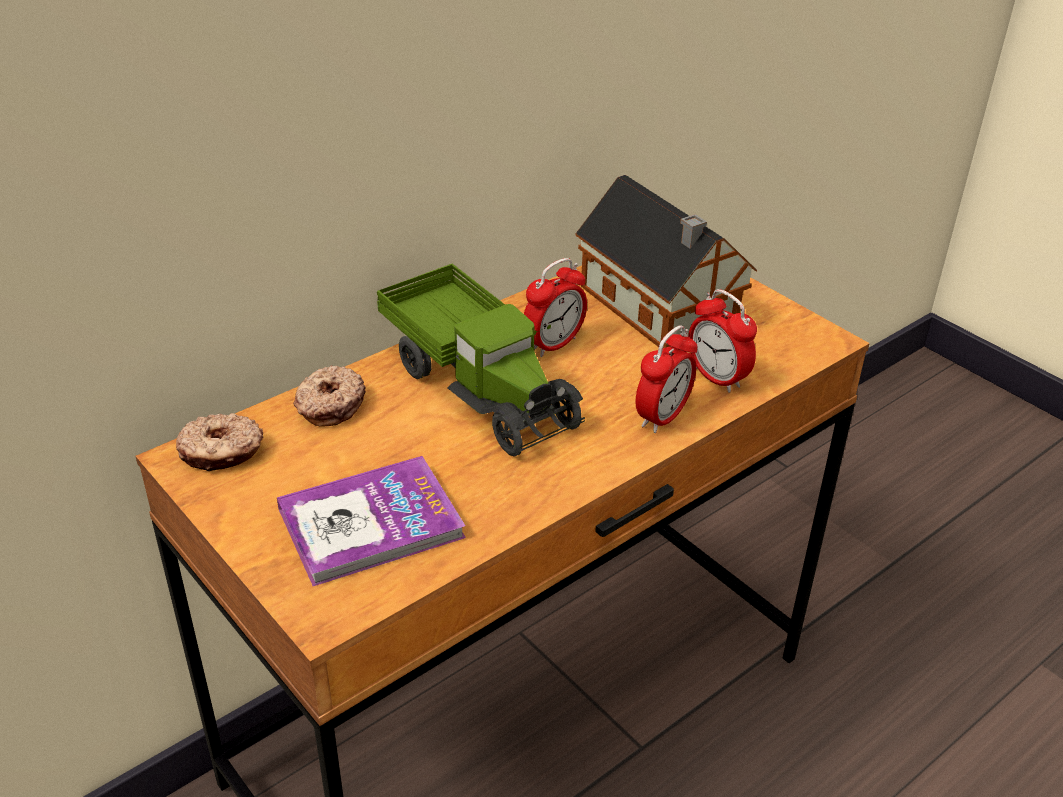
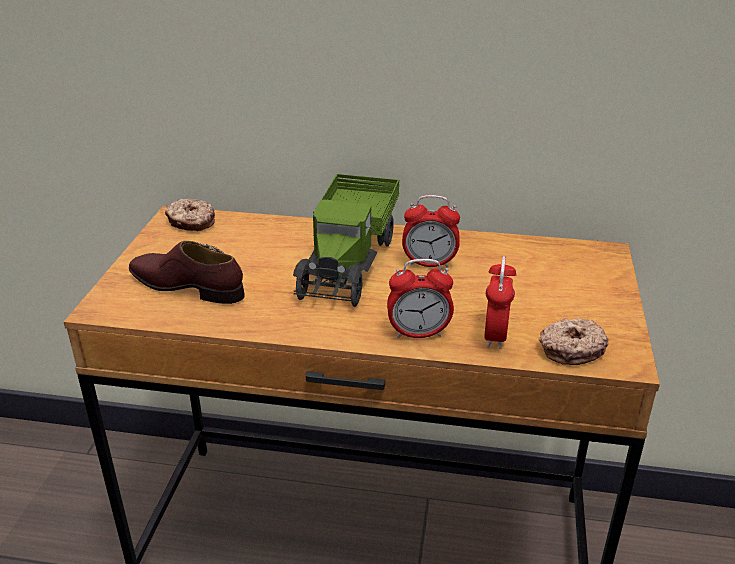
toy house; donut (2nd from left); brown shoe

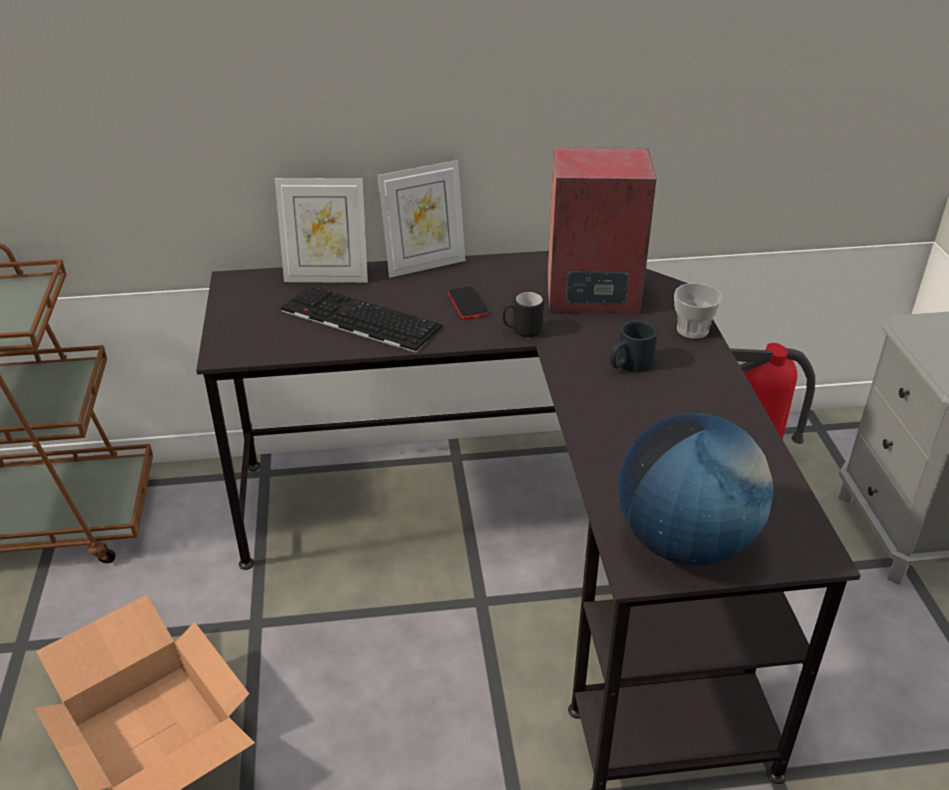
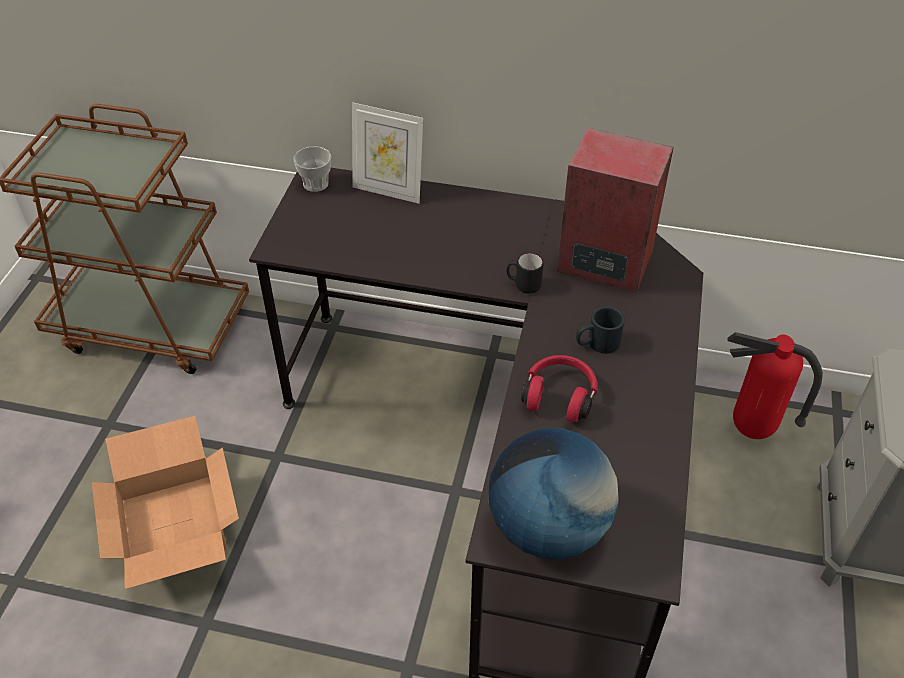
keyboard; picture frame (2nd from left in the first image); phone; red headphones; cup

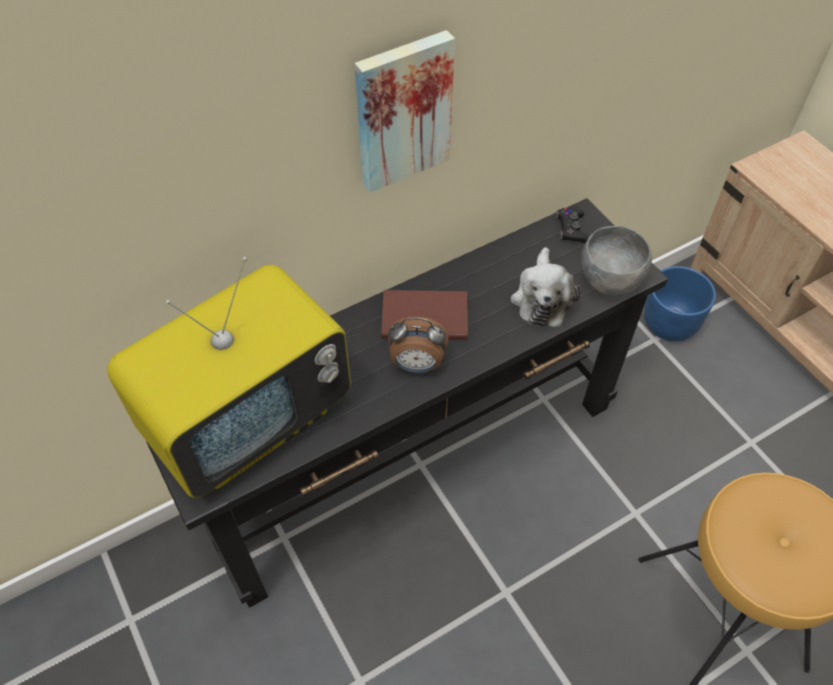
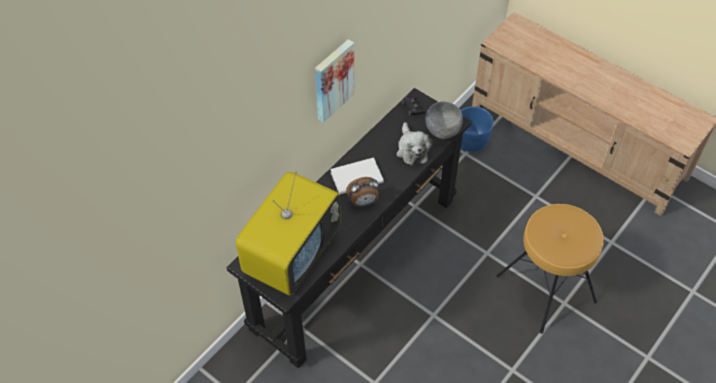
white book

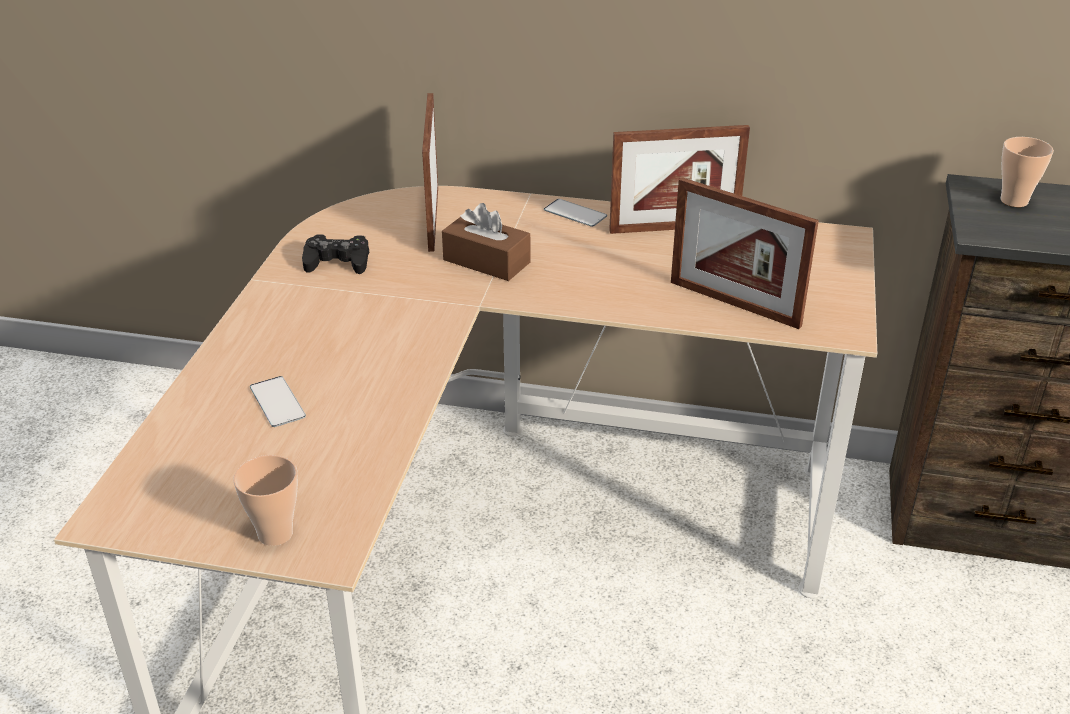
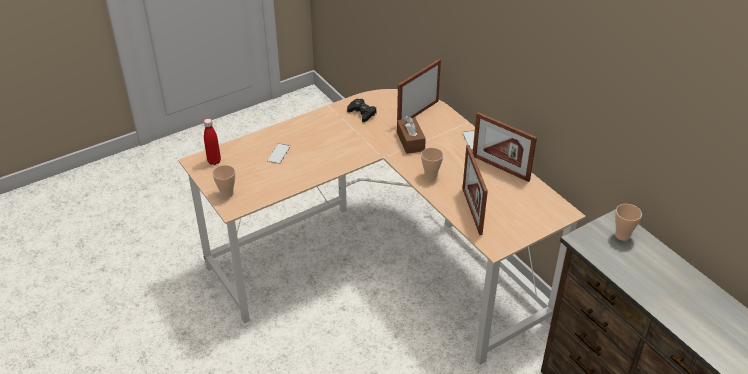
red bottle; cup (2nd from left)

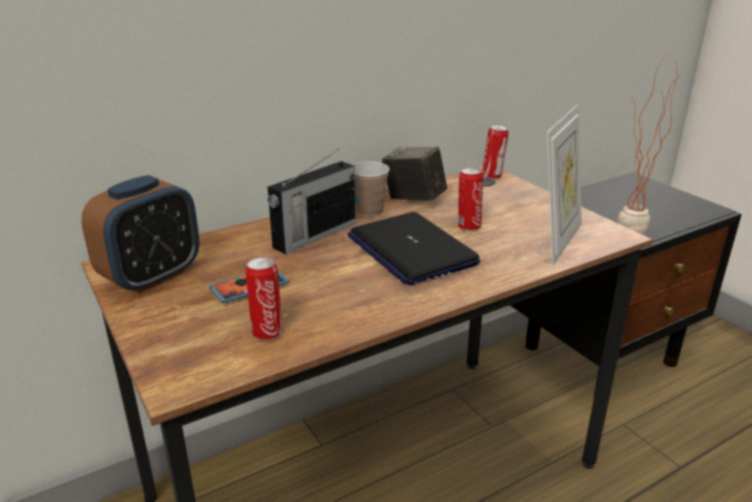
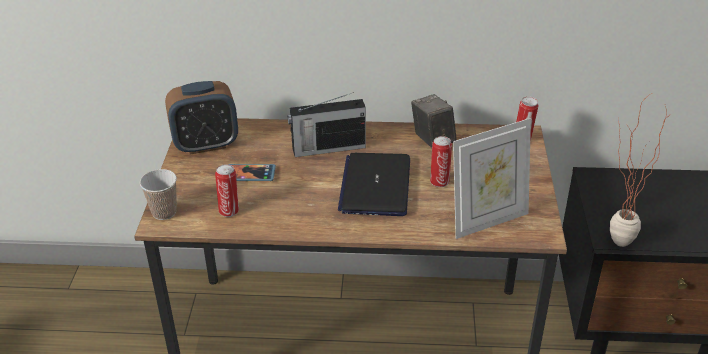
cup

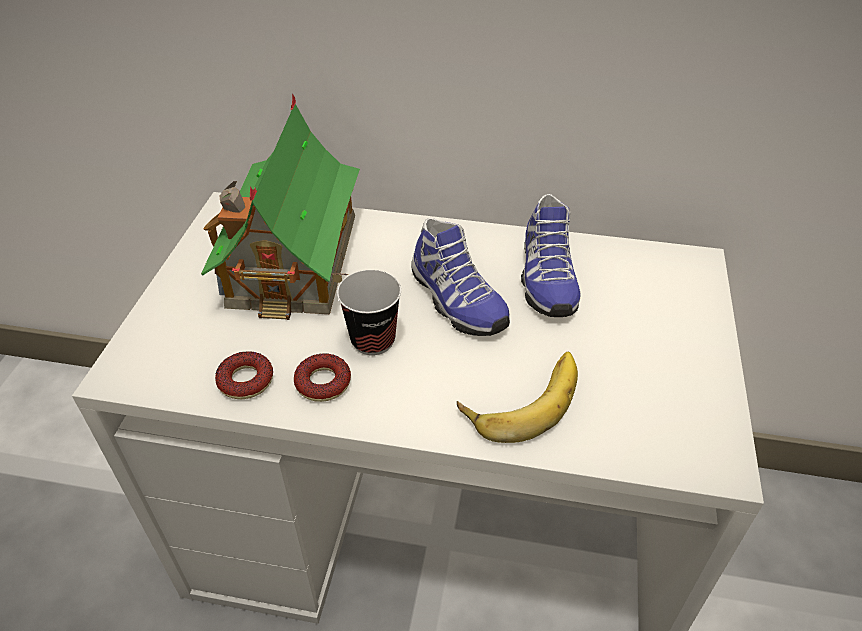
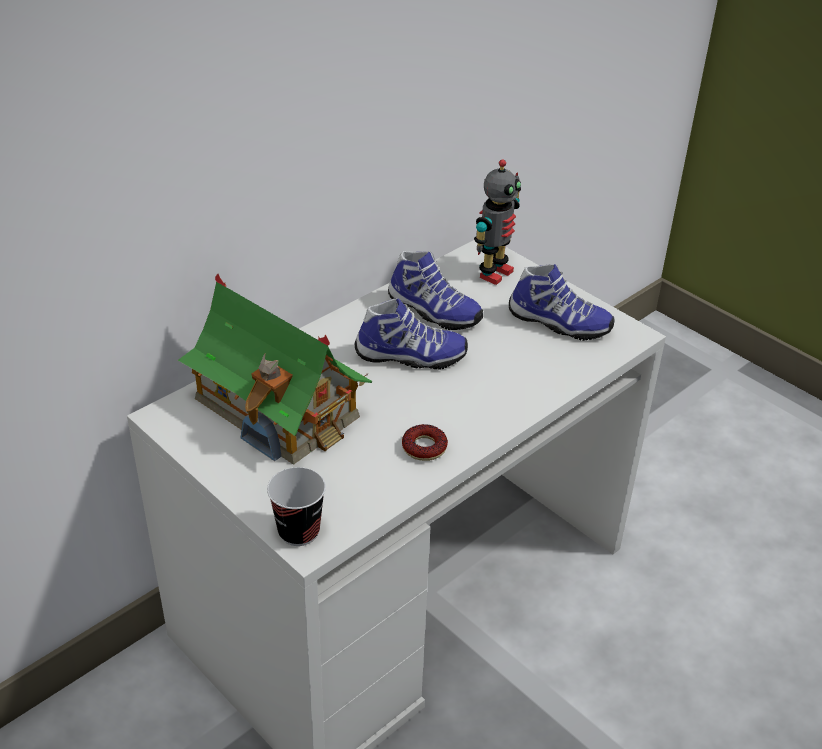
donut (1st from left in the first image); banana; toy robot; shoe (3rd from left); cup

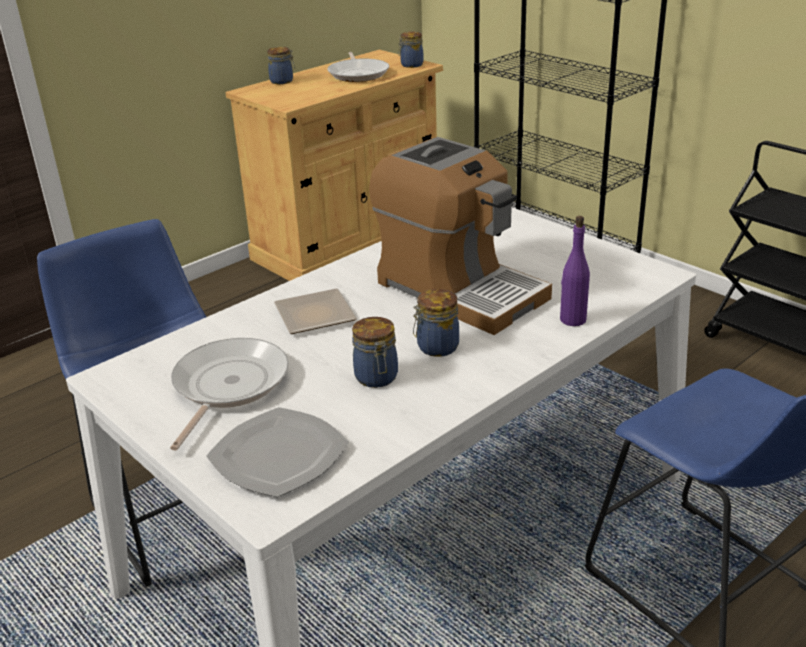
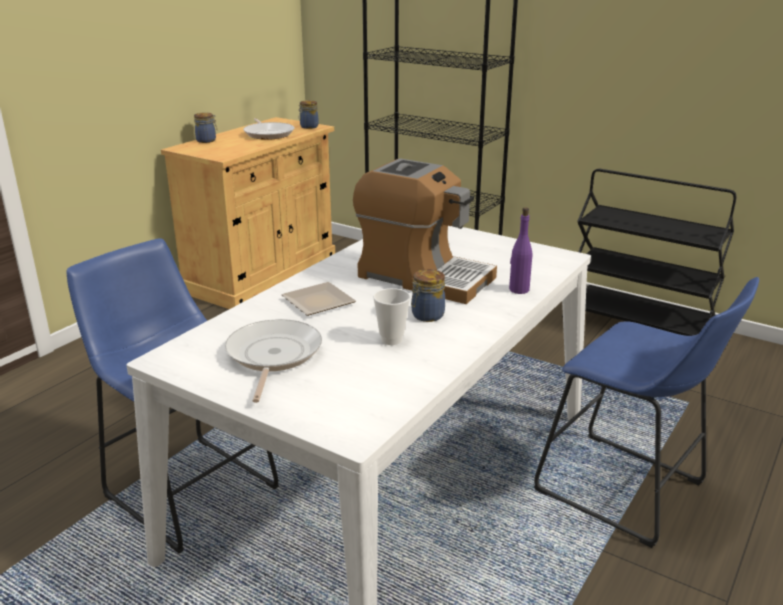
plate (1st from left in the first image); cup

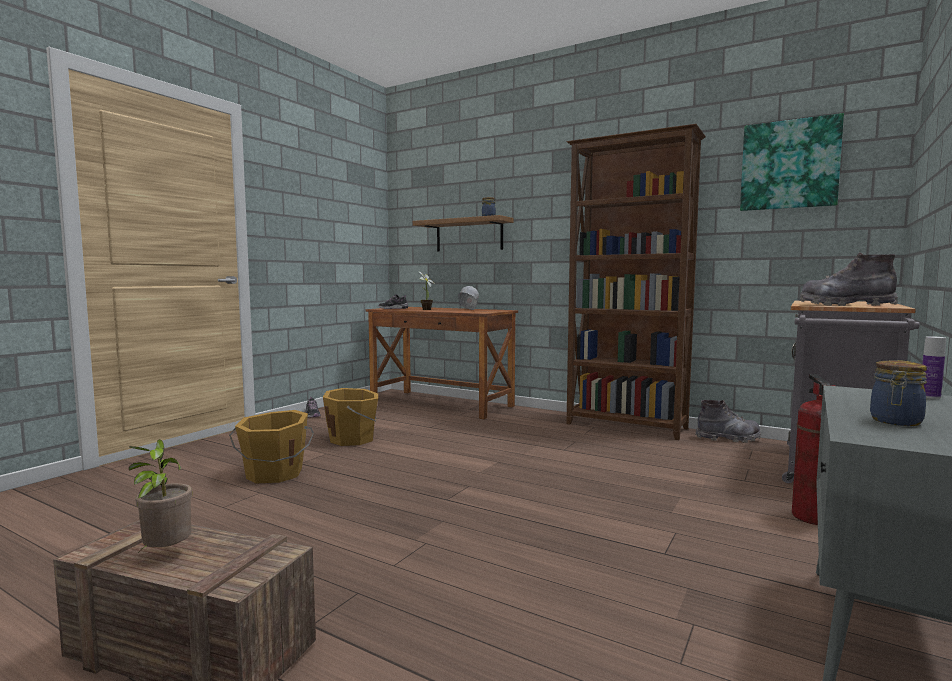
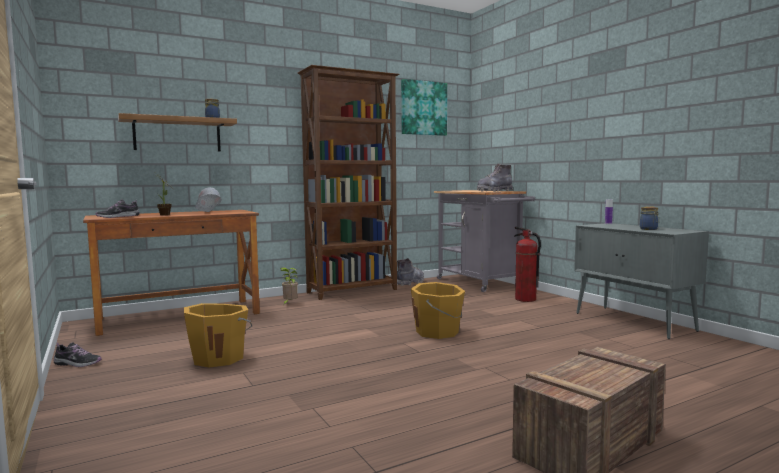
potted plant (2nd from left); orange bucket (2nd from left)

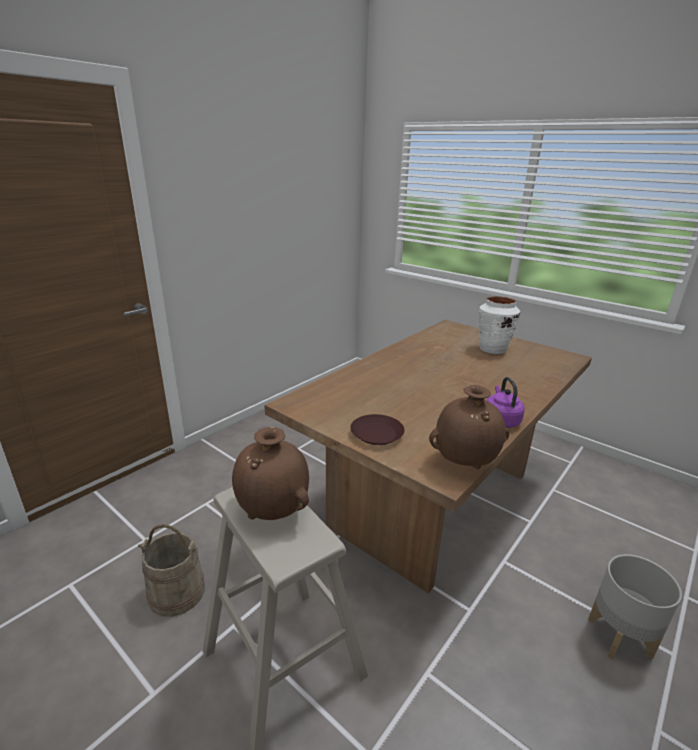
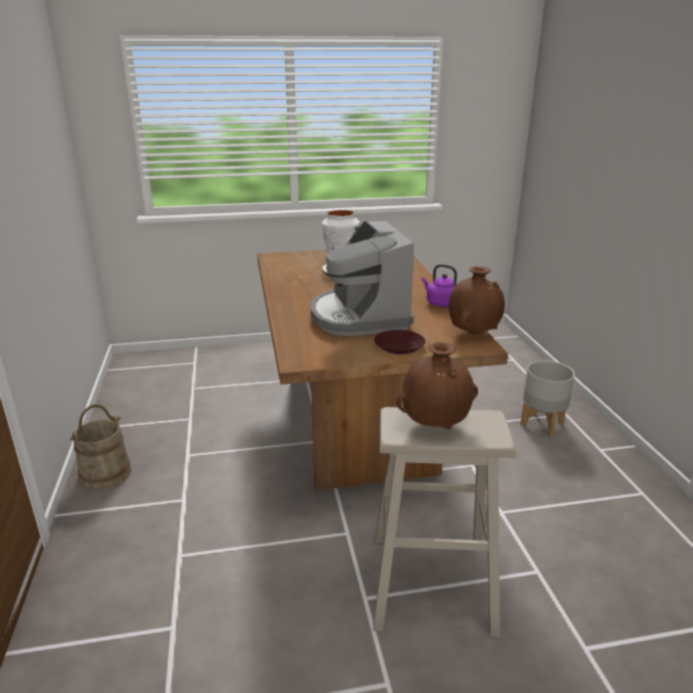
coffee machine; beige bucket

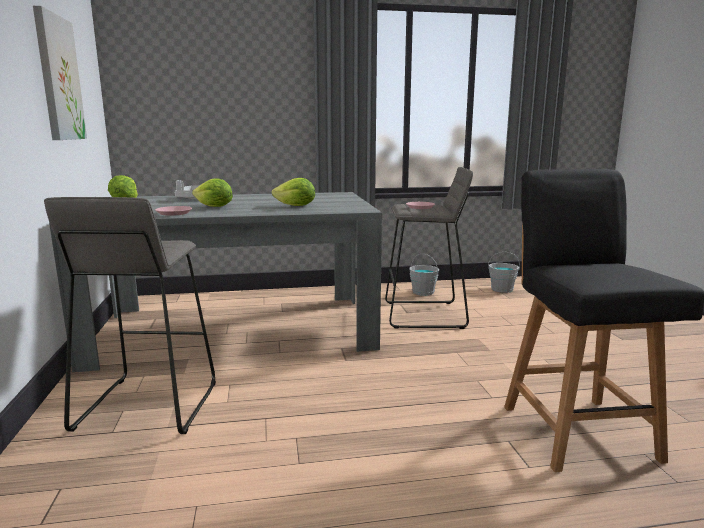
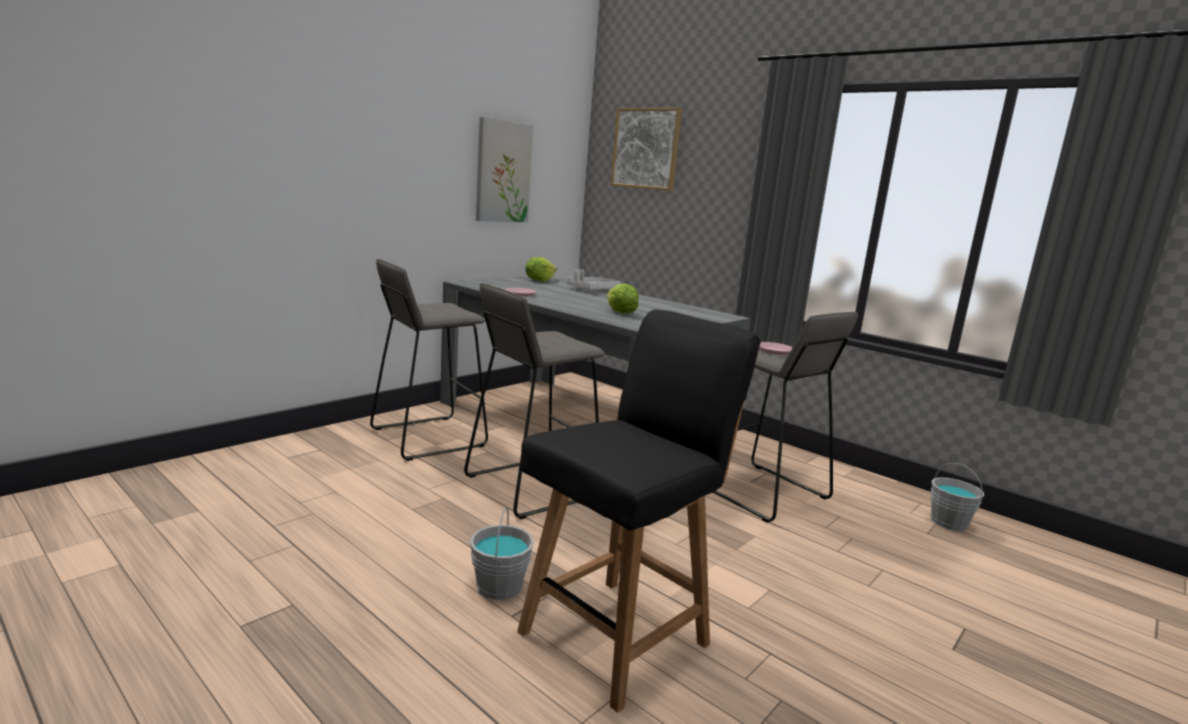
lettuce (2nd from left in the first image); grey stool (2nd from left); picture (2nd from left); grey bucket (1st from left)

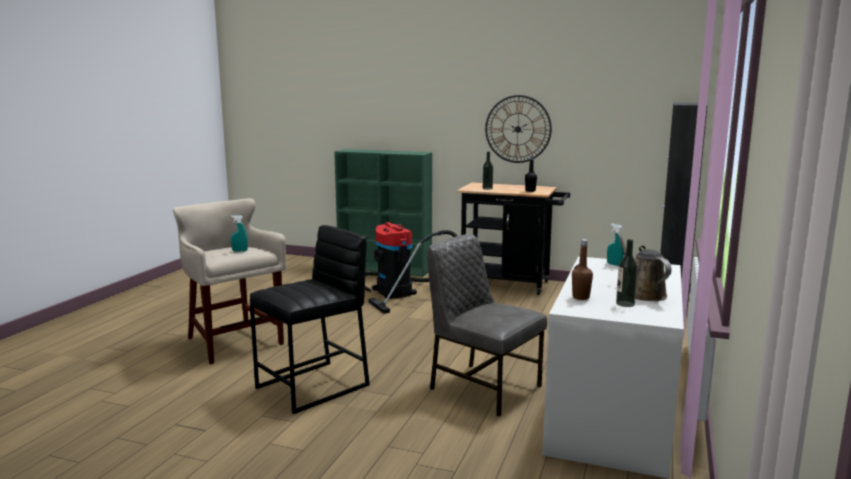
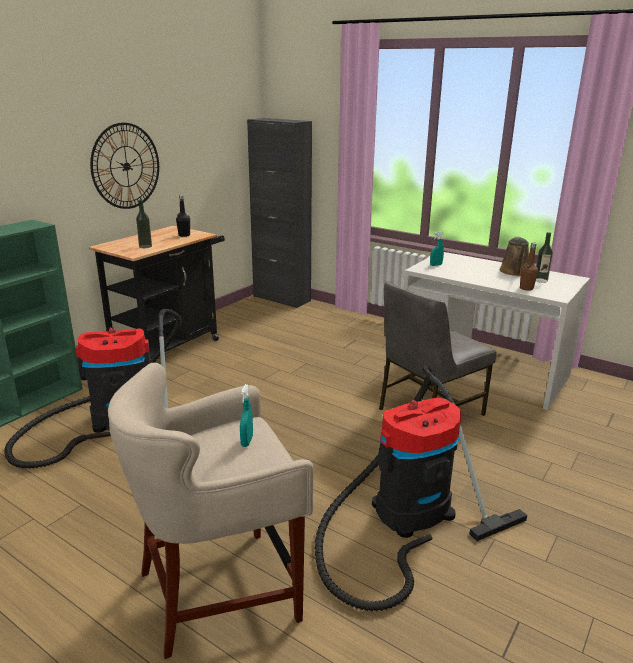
vacuum cleaner (2nd from left); brown watering can

